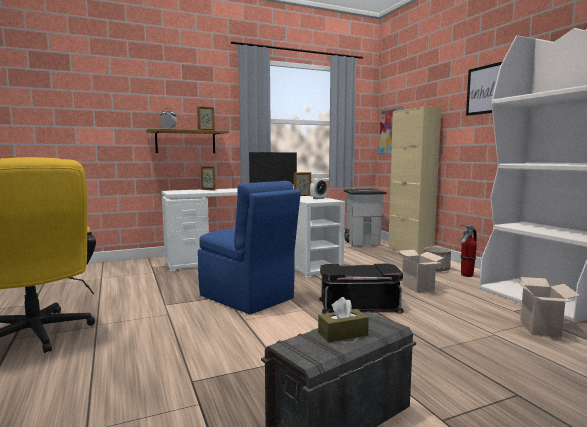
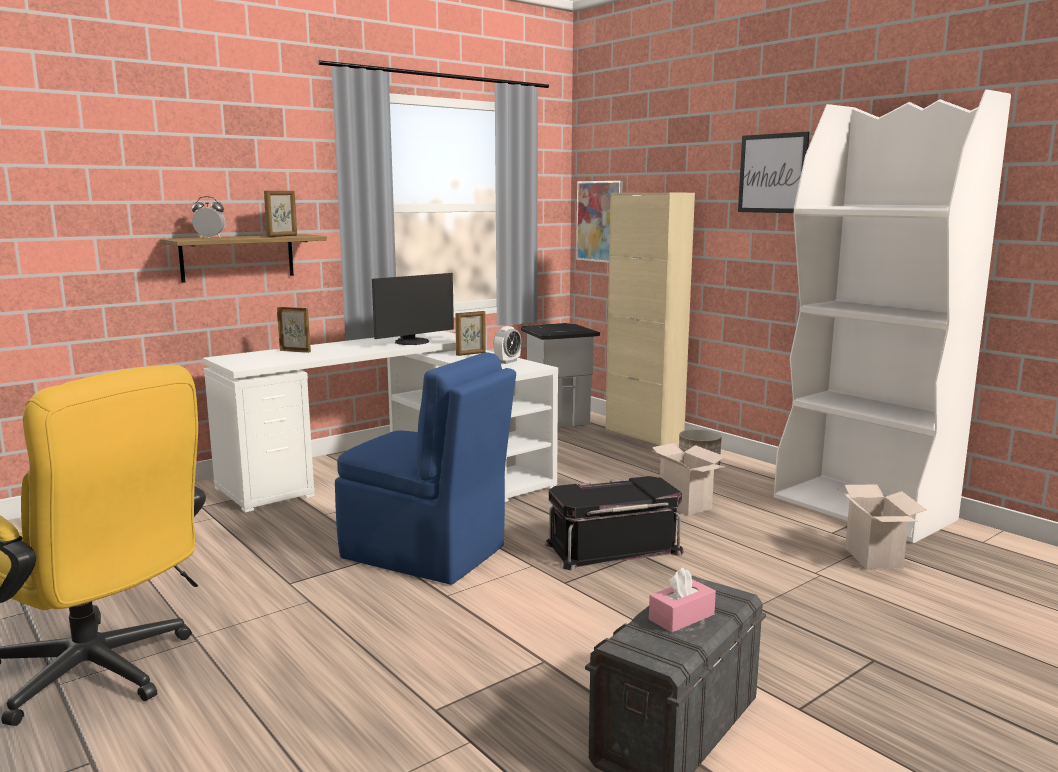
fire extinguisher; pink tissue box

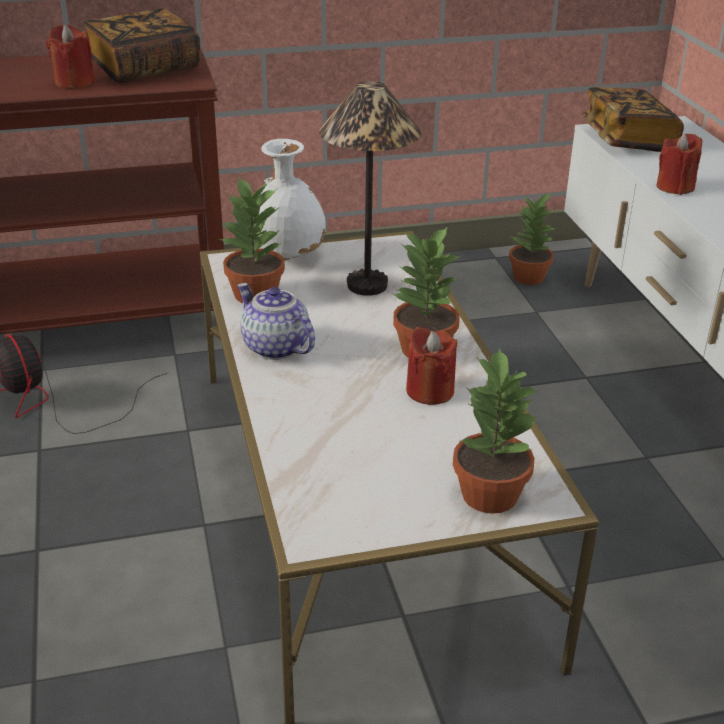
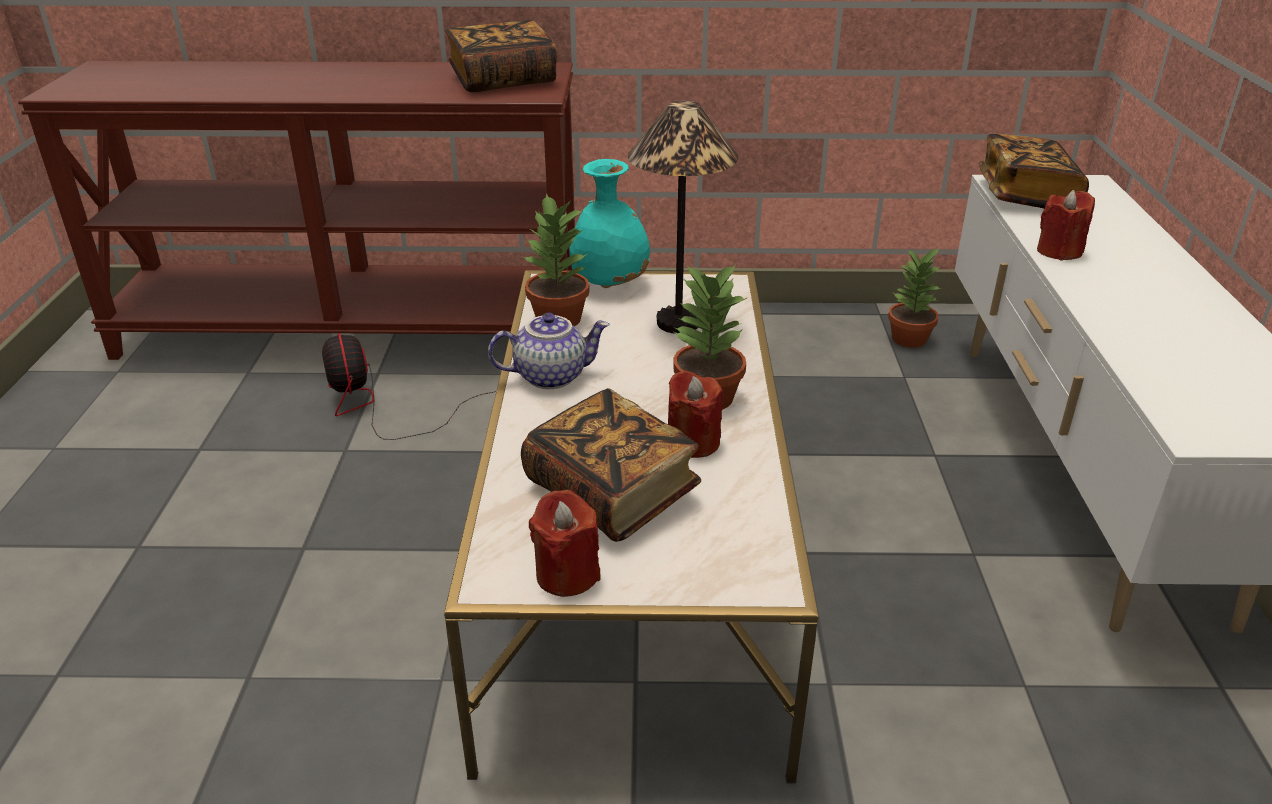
potted plant (3rd from left in the first image); book (2nd from left); red candle (1st from left); turquoise vase; teapot

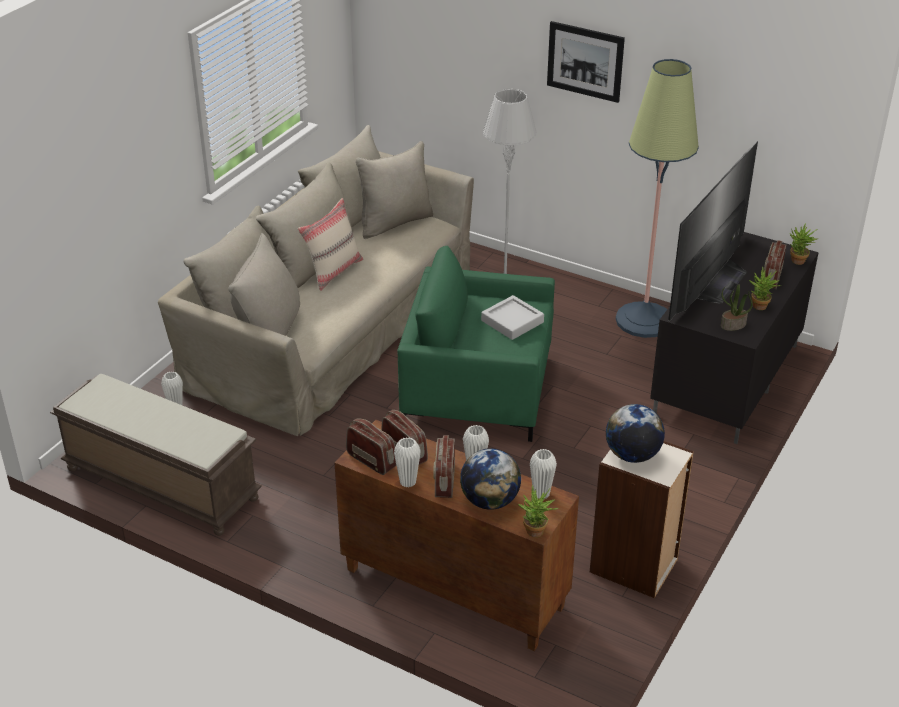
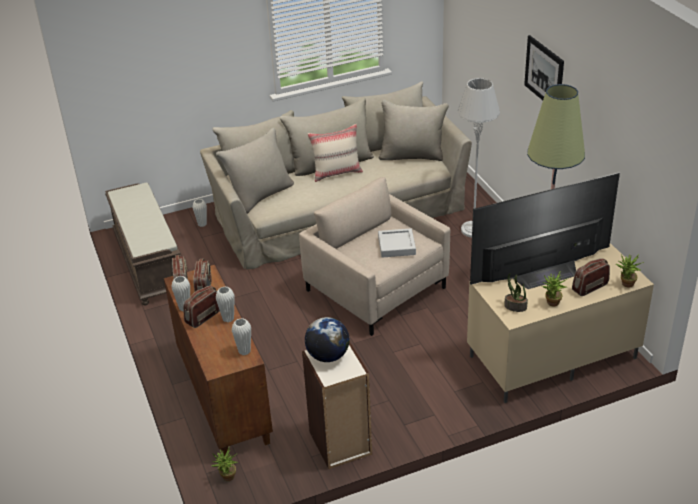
globe (1st from left in the first image); potted plant (1st from left); beige armchair; beige tv stand

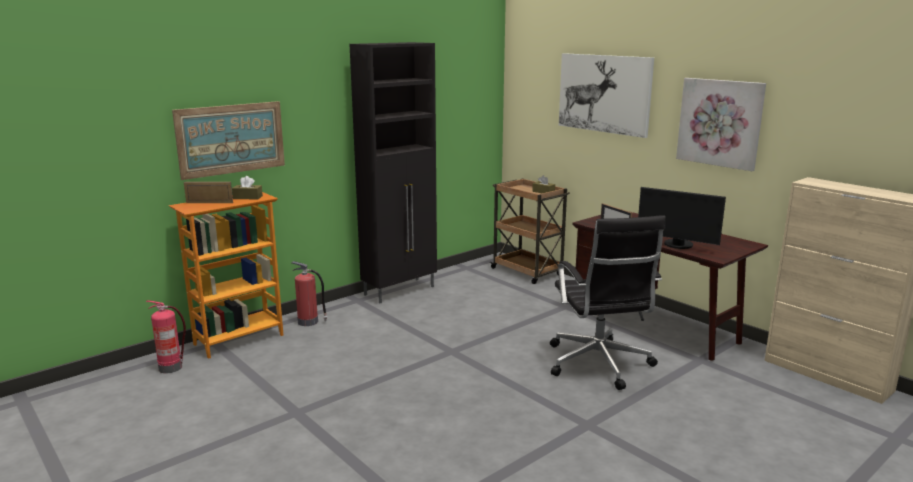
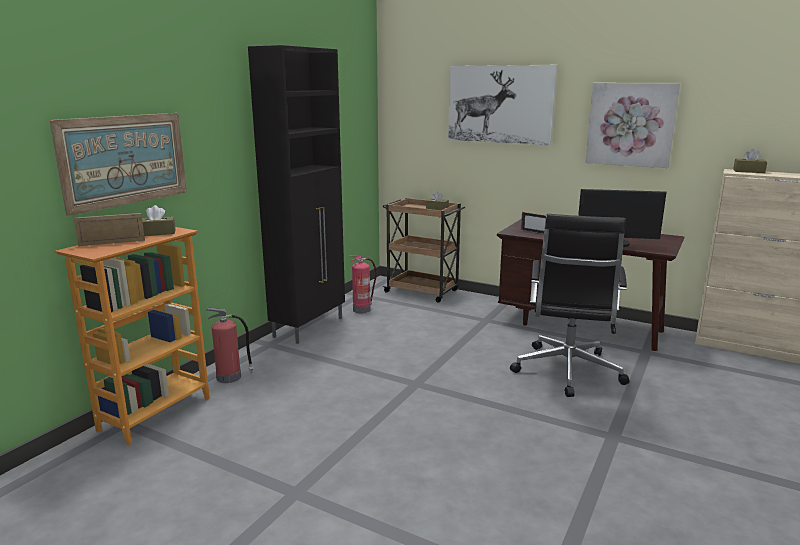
brown tissue box (3rd from left); fire extinguisher (2nd from left); black office chair

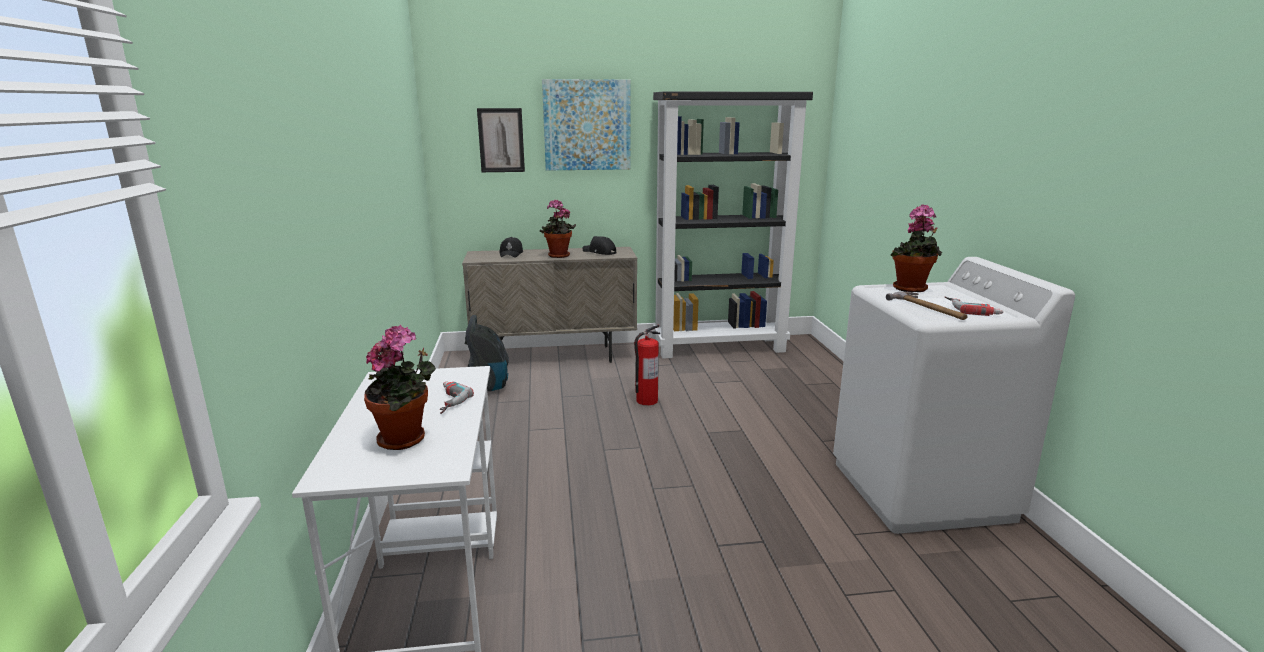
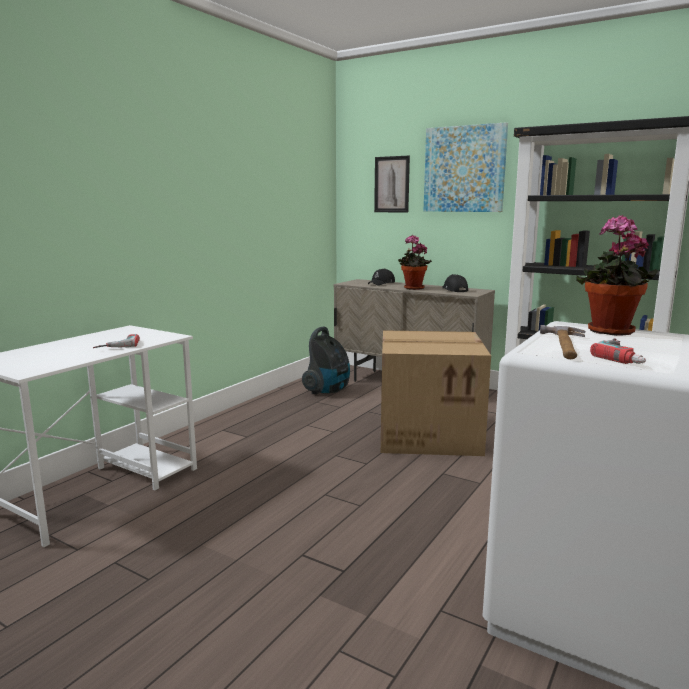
potted plant (1st from left in the first image); cardboard box

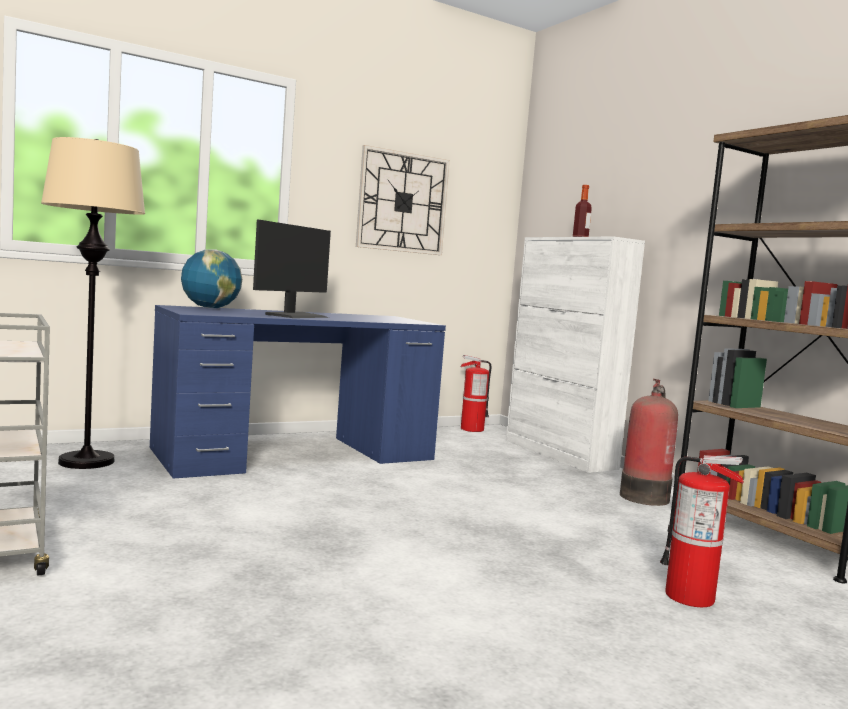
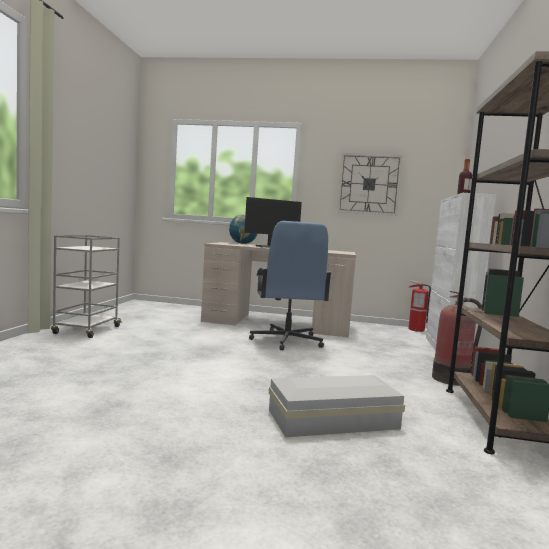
beige floor lamp; blue office chair; white storage box; beige desk

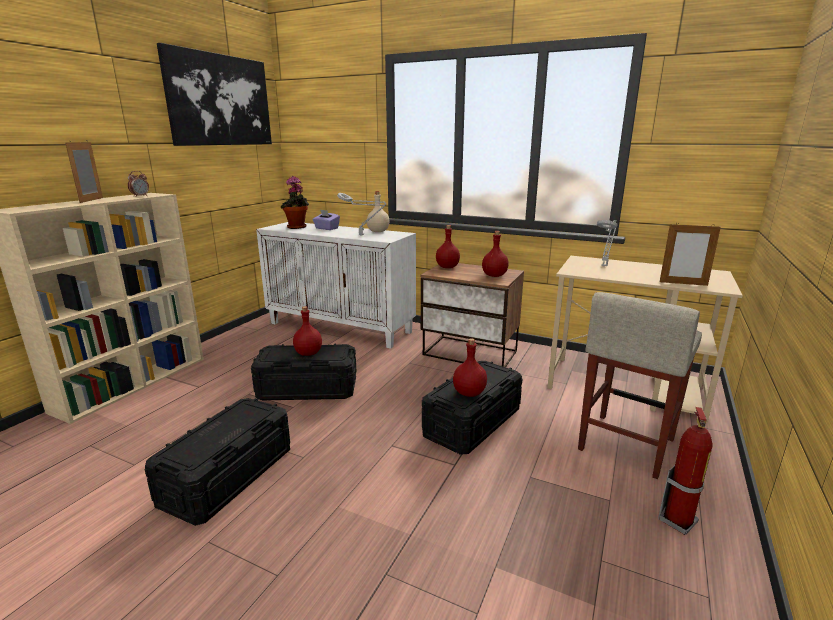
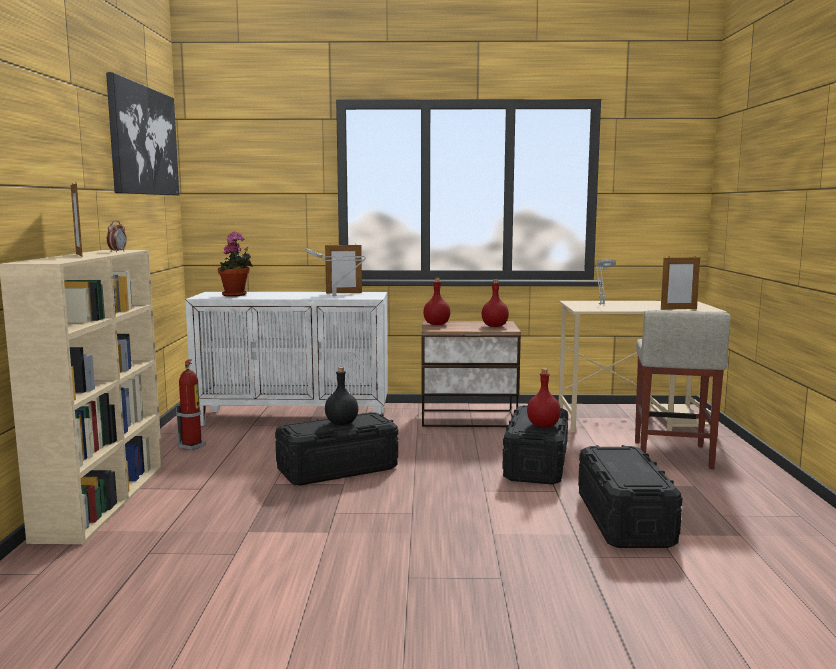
purple tissue box; black storage box (3rd from left); fire extinguisher; picture frame (2nd from left); black bottle

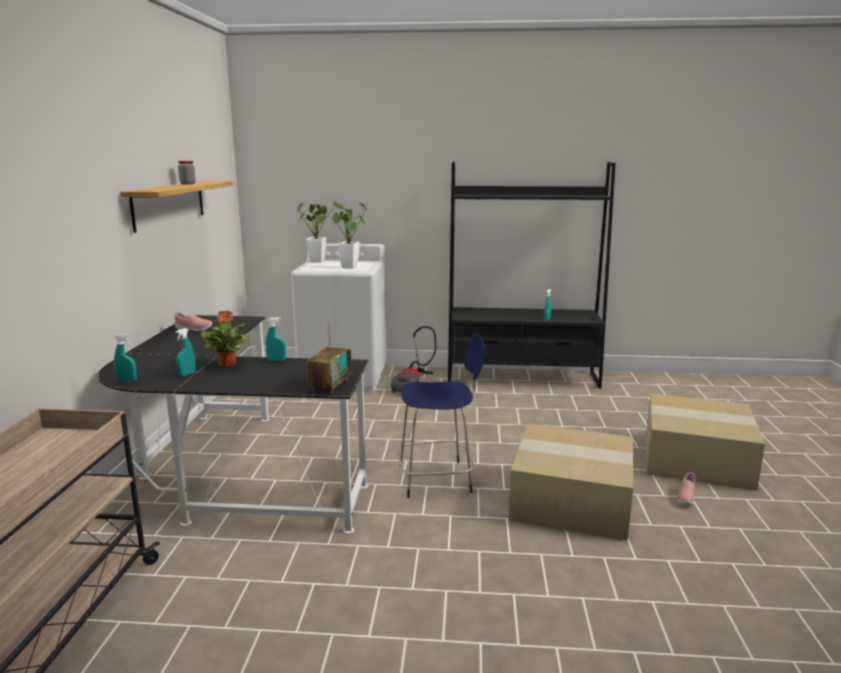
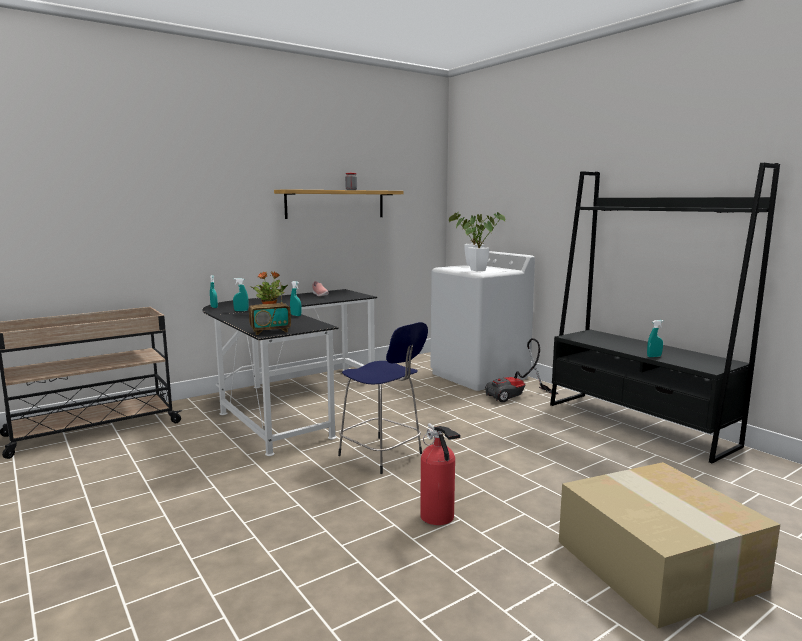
pink shoe (2nd from left in the first image); fire extinguisher

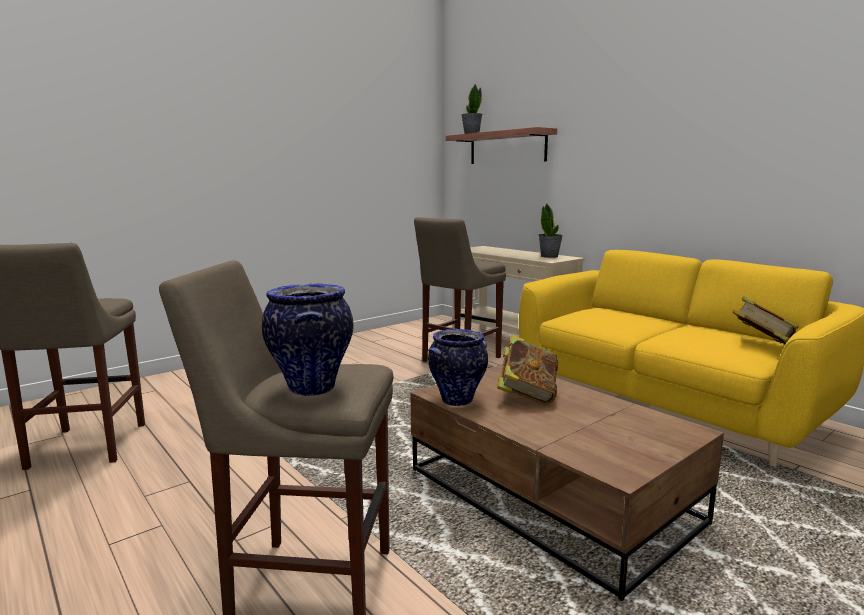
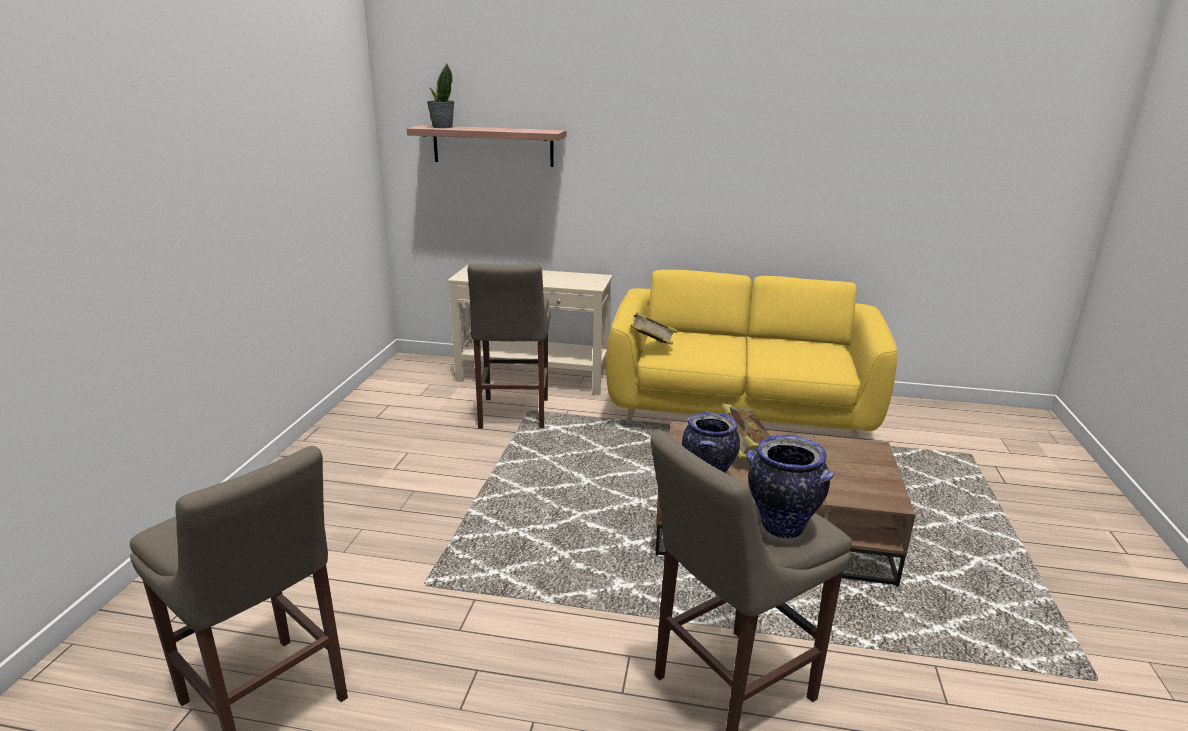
potted plant (2nd from left in the first image); book (1st from left)

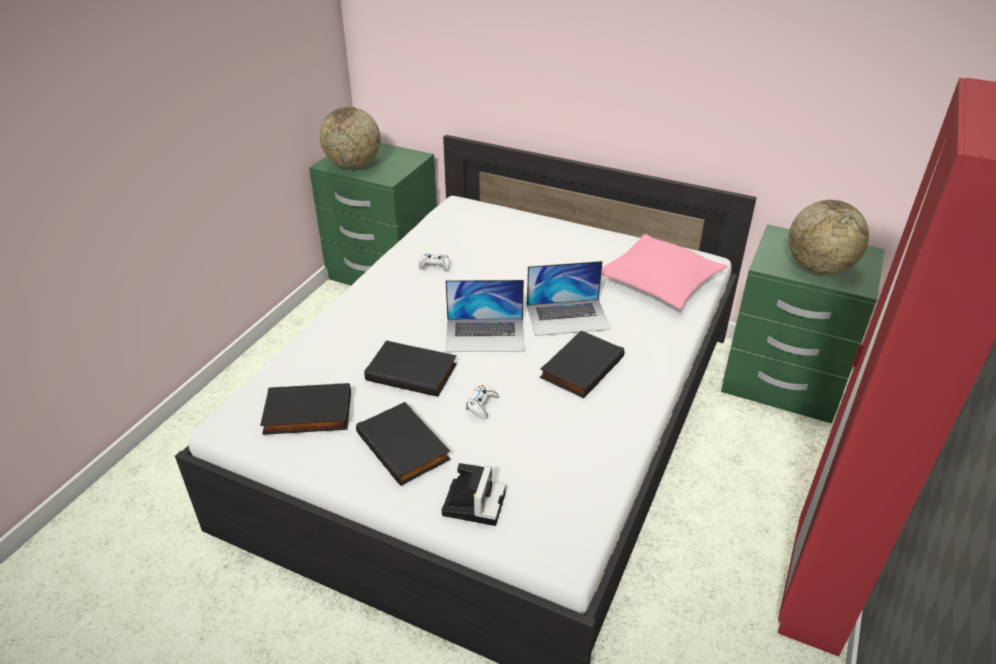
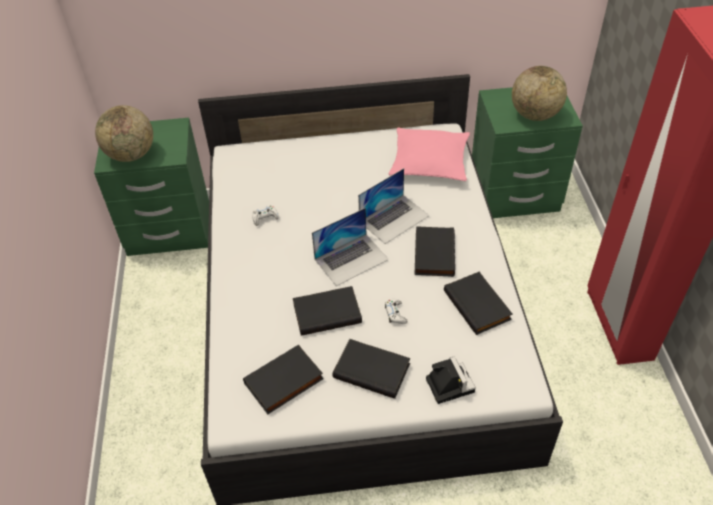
black book (5th from left)

